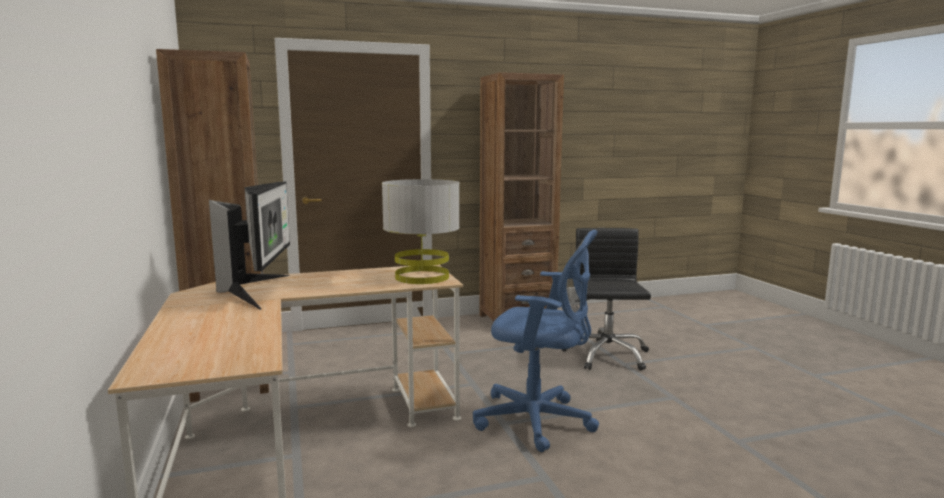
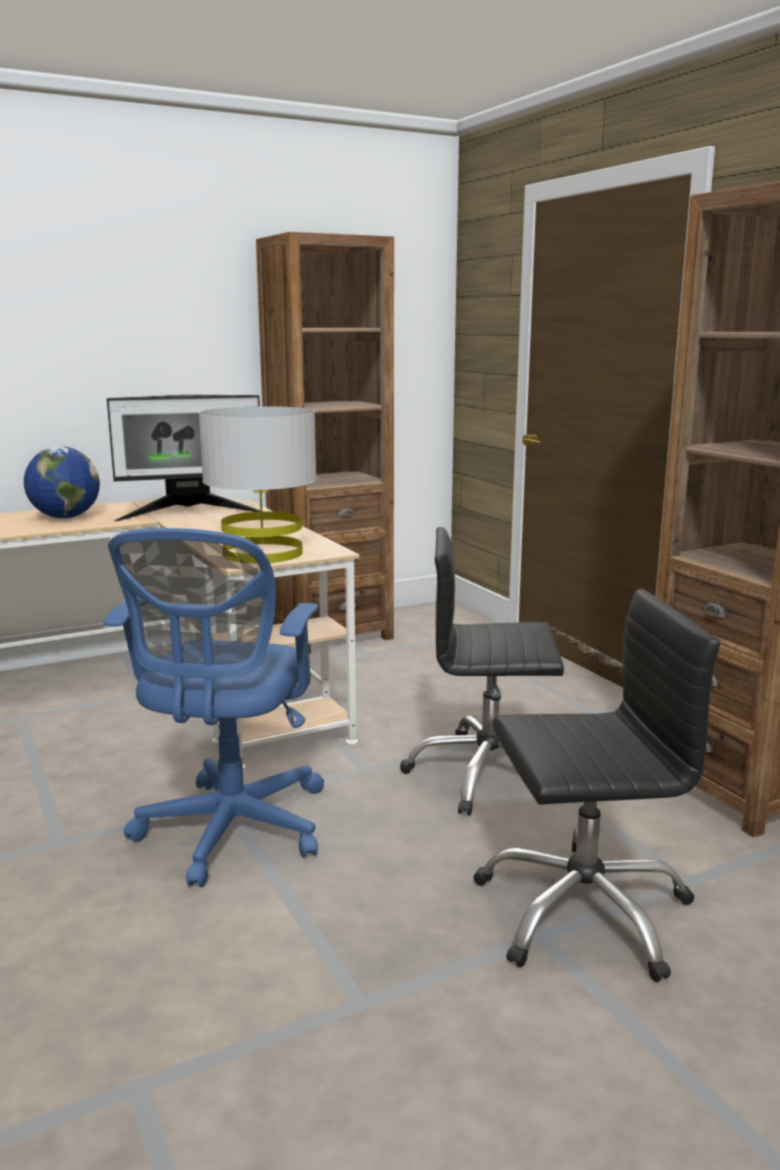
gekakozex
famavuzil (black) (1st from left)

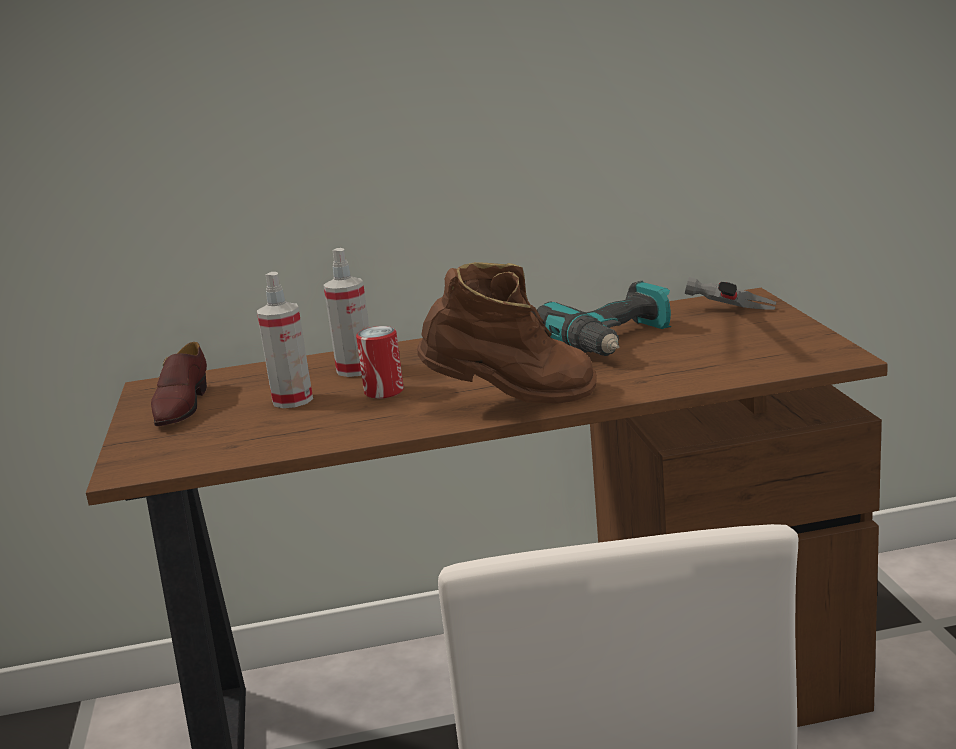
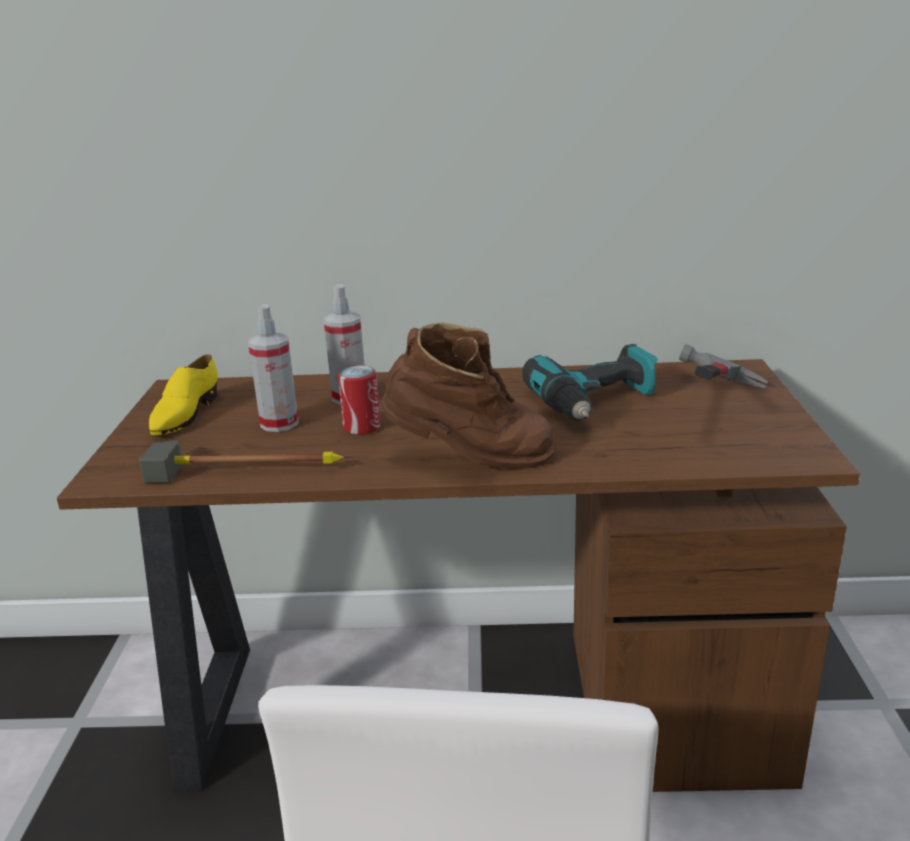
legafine (1st from left)
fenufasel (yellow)

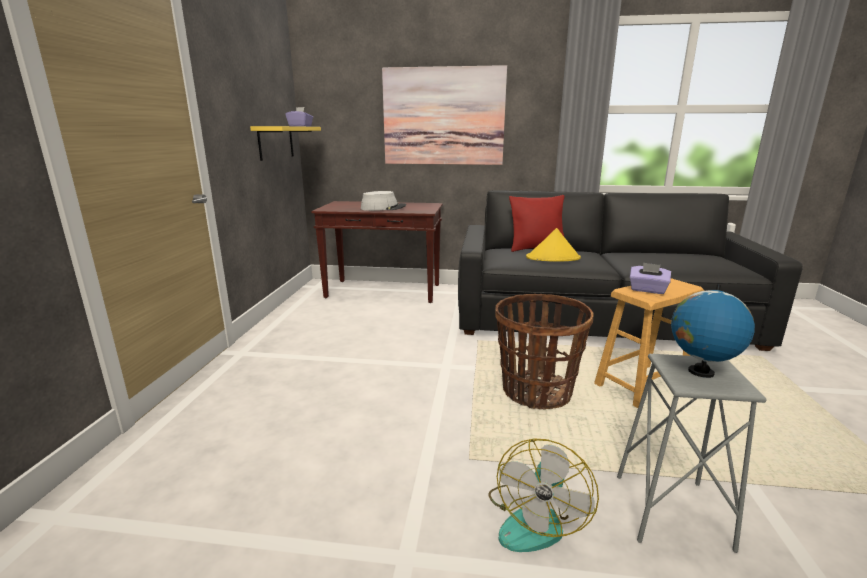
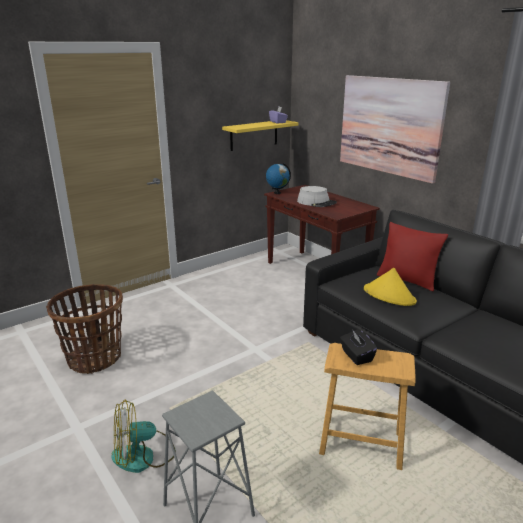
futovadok
gekakozex
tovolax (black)

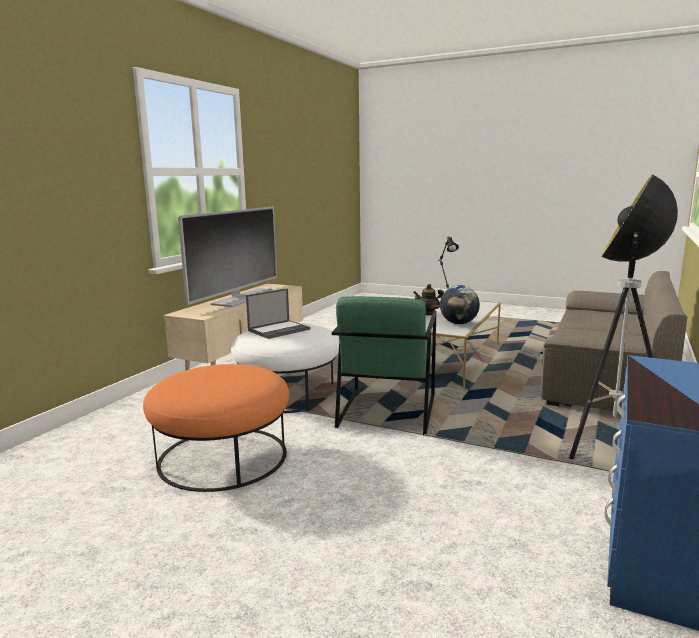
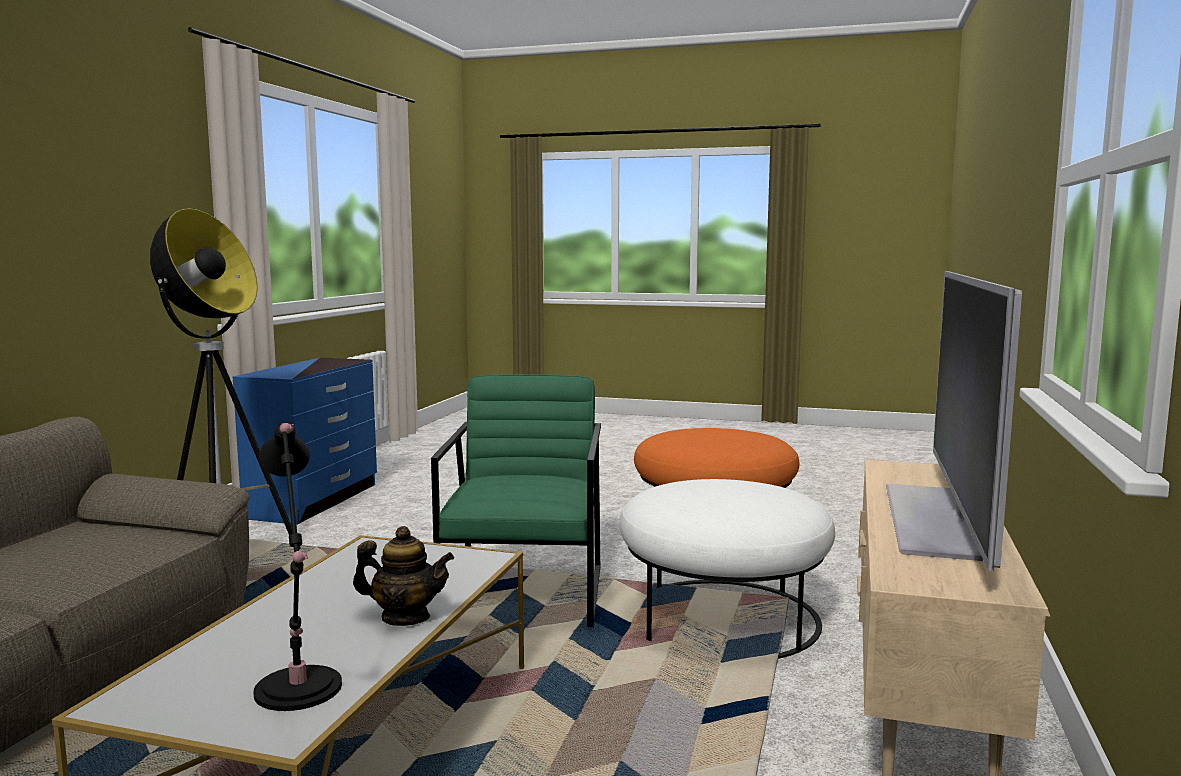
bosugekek
gekakozex

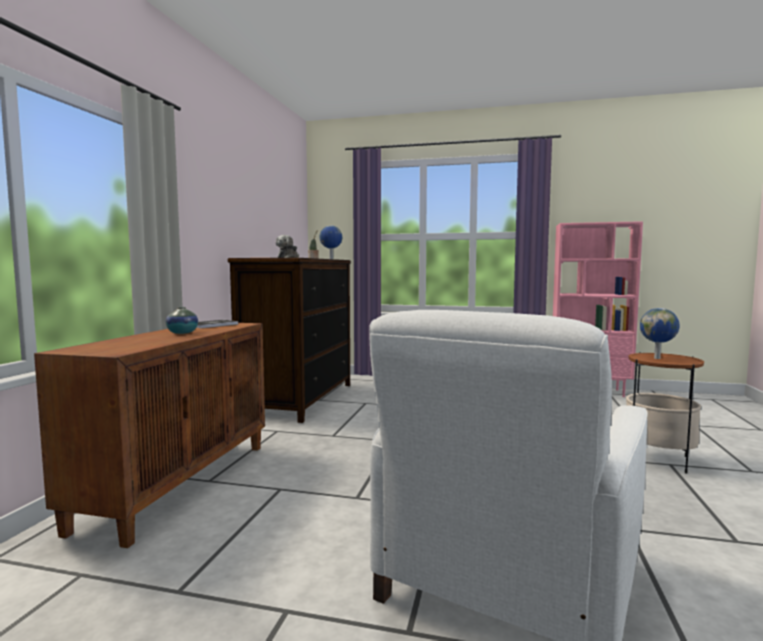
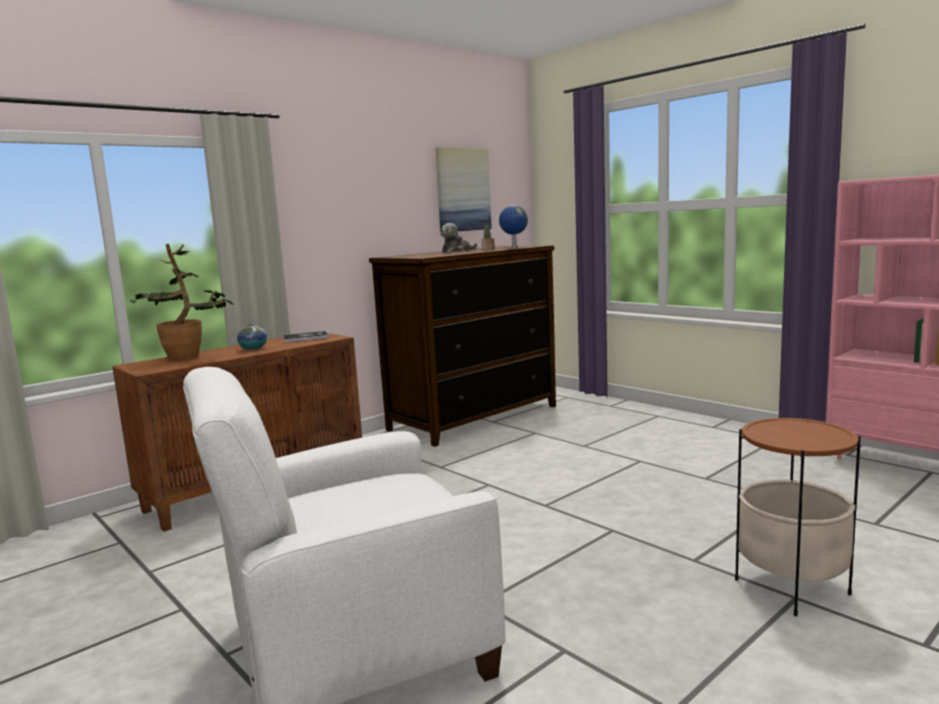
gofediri (1st from left)
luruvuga
gekakozex (2nd from left in the first image)

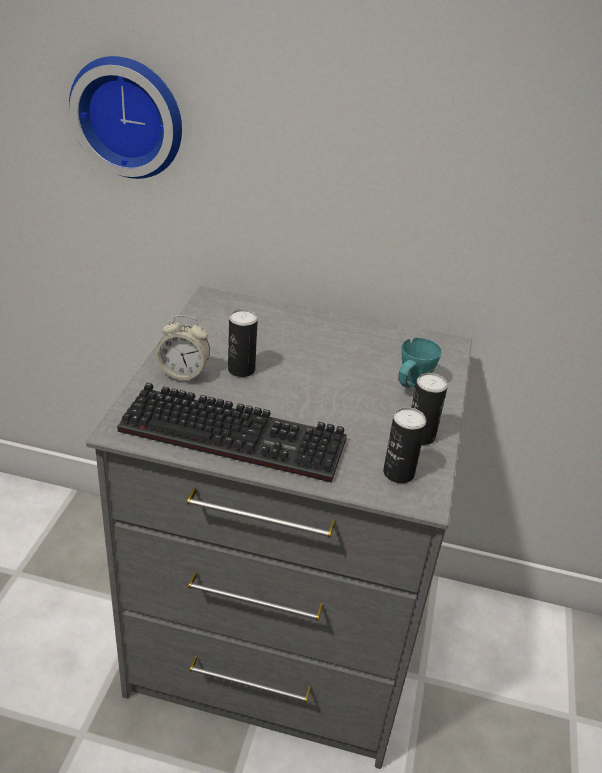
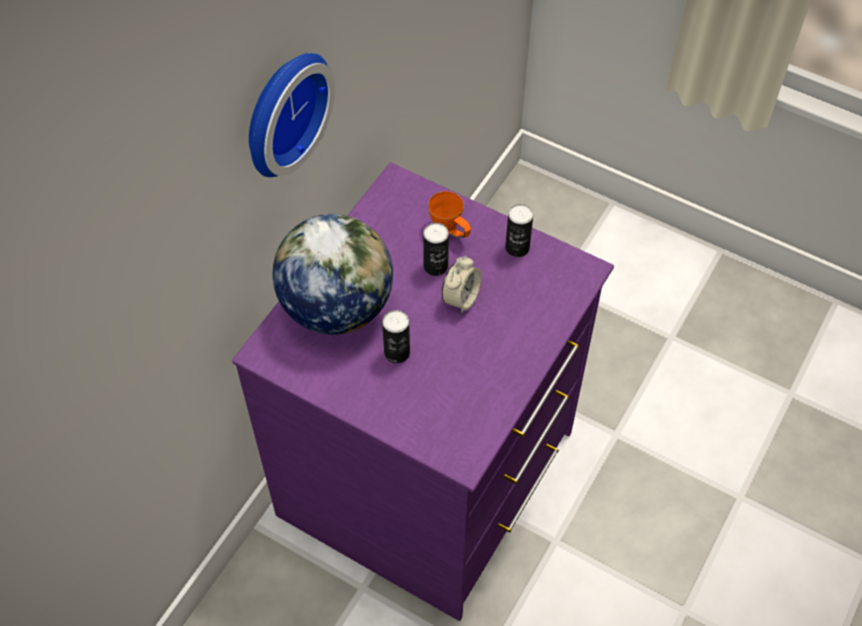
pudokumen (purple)
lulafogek
gekakozex
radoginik (2nd from left)
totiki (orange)
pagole
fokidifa

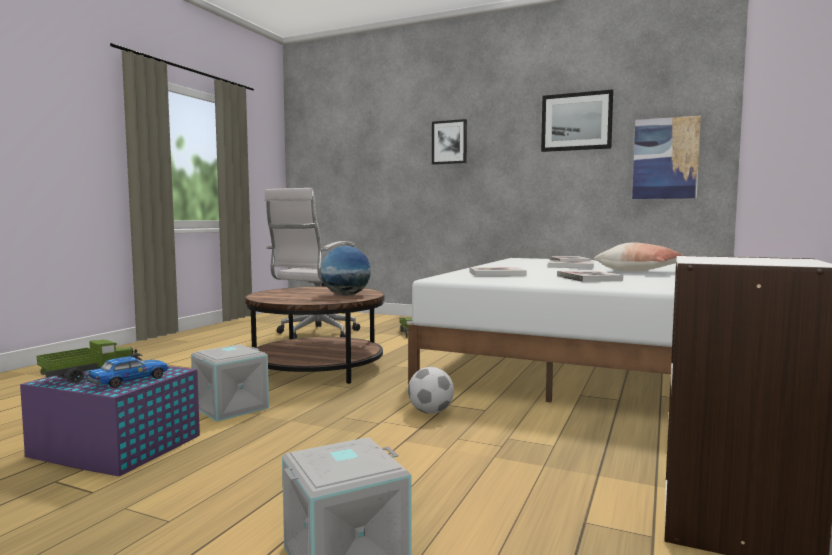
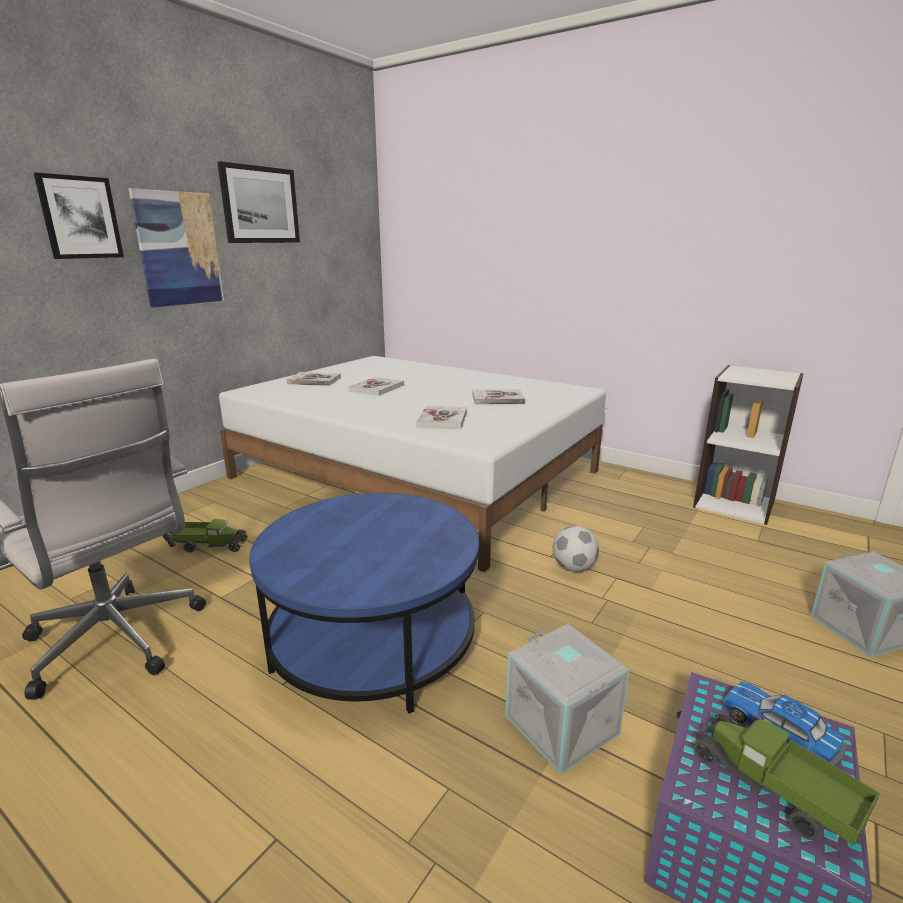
luruvuga (2nd from left)
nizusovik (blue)
gekakozex
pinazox

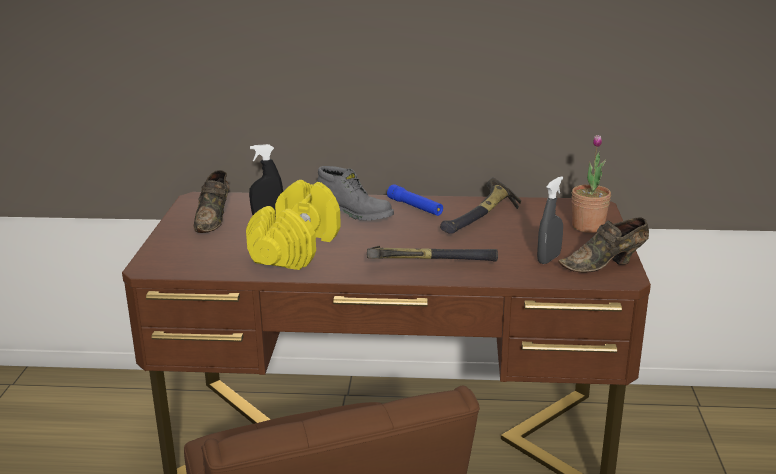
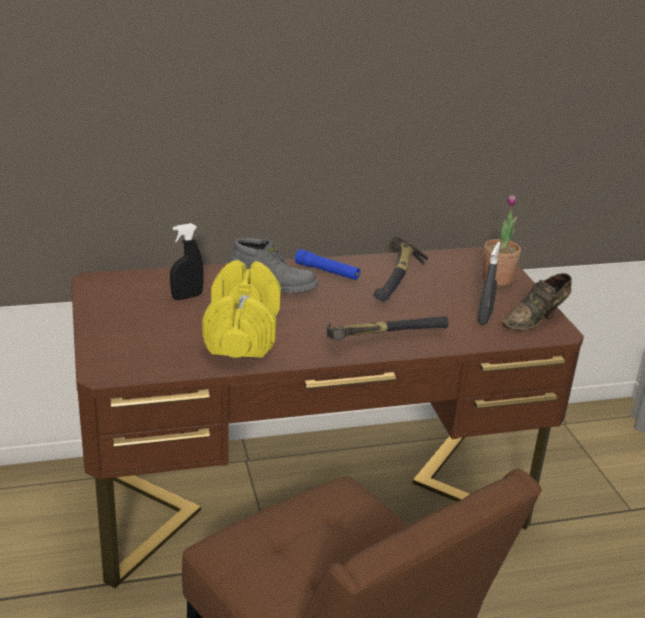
fenufasel (brown) (1st from left in the first image)

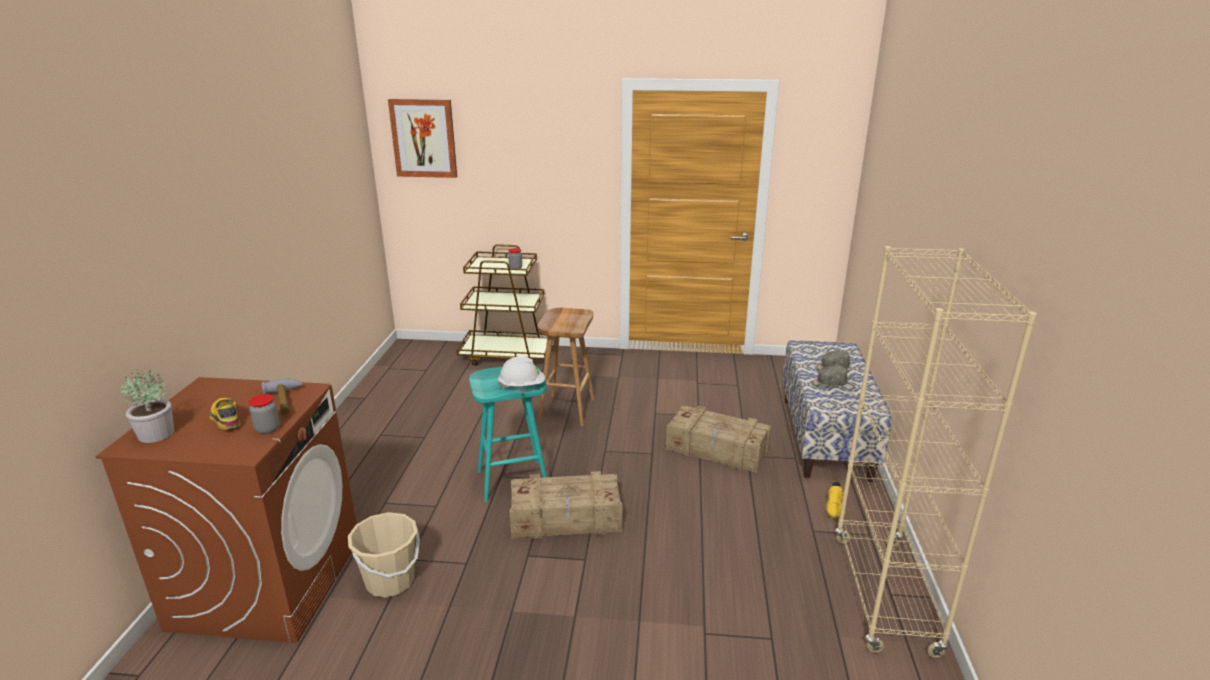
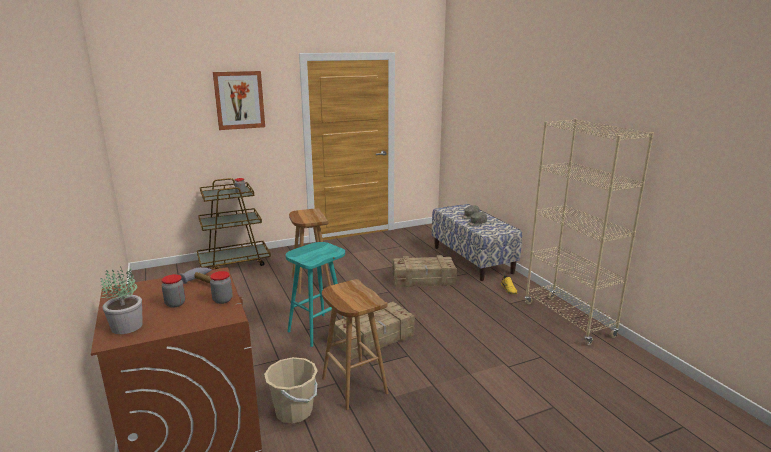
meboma (1st from left)
luruvuga
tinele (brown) (2nd from left)
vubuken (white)

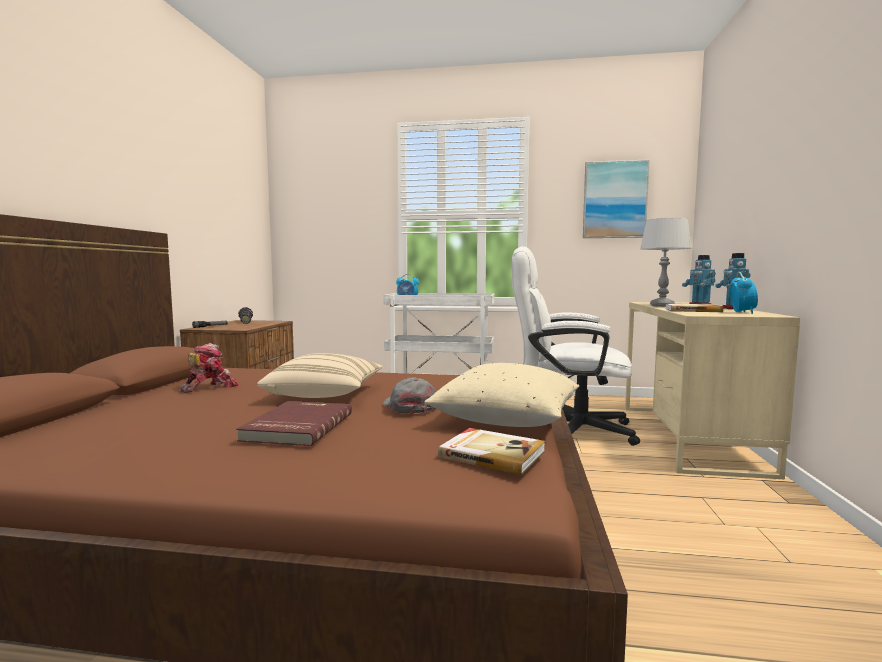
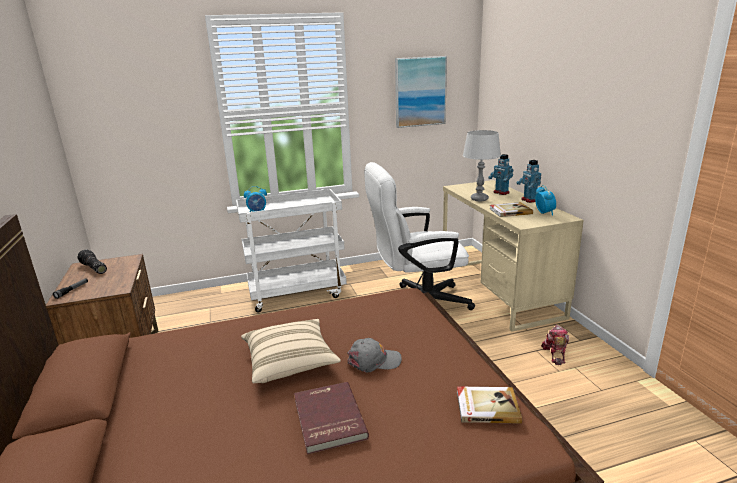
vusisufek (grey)
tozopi (3rd from left)
pinazox (beige) (2nd from left in the first image)

